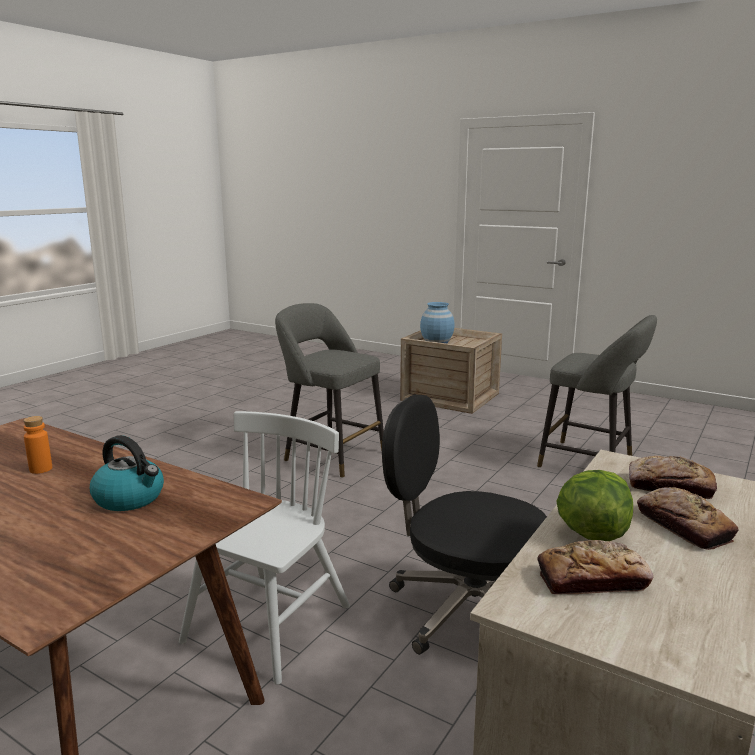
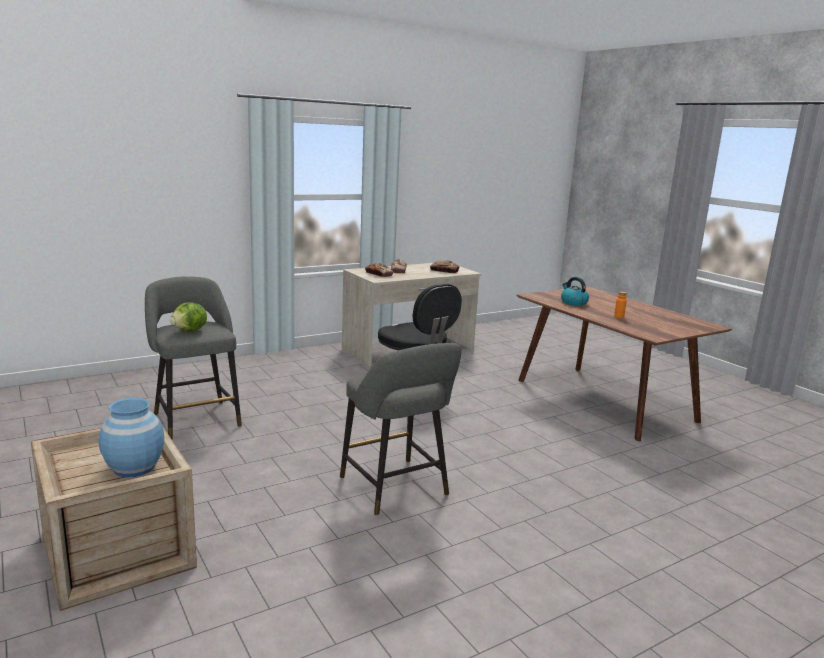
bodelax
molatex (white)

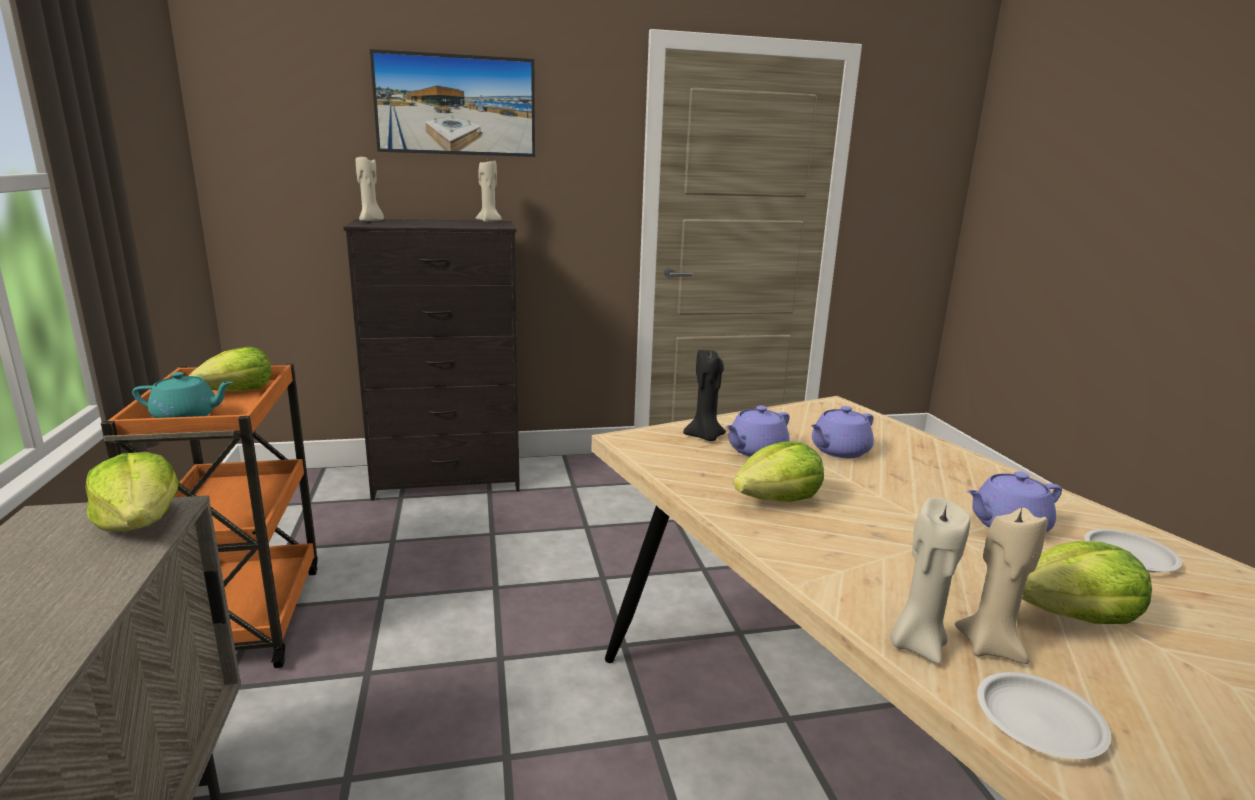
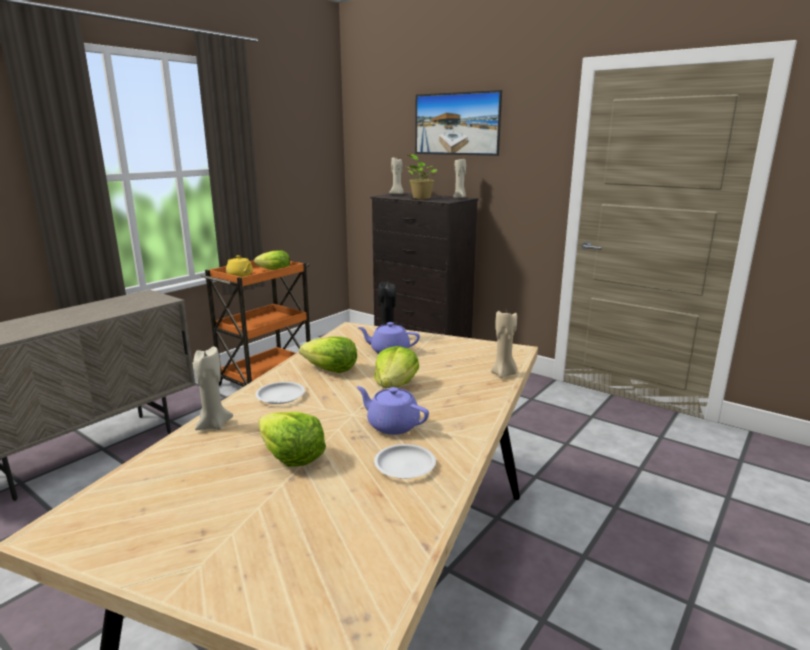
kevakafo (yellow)
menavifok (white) (1st from left)
bodelax (4th from left)
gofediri
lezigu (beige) (4th from left)
kevakafo (purple) (2nd from left in the first image)

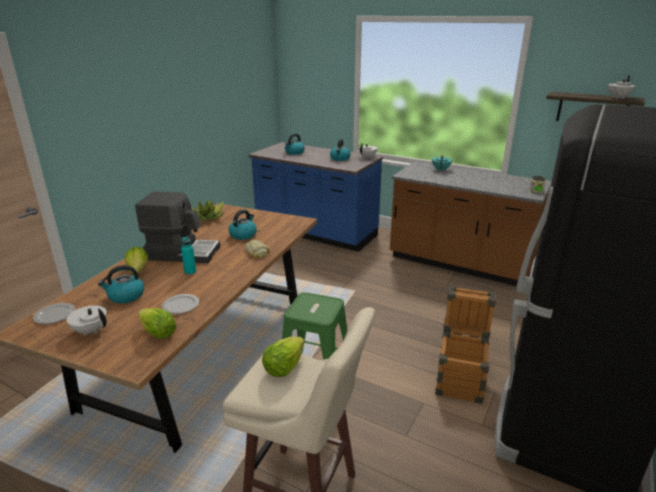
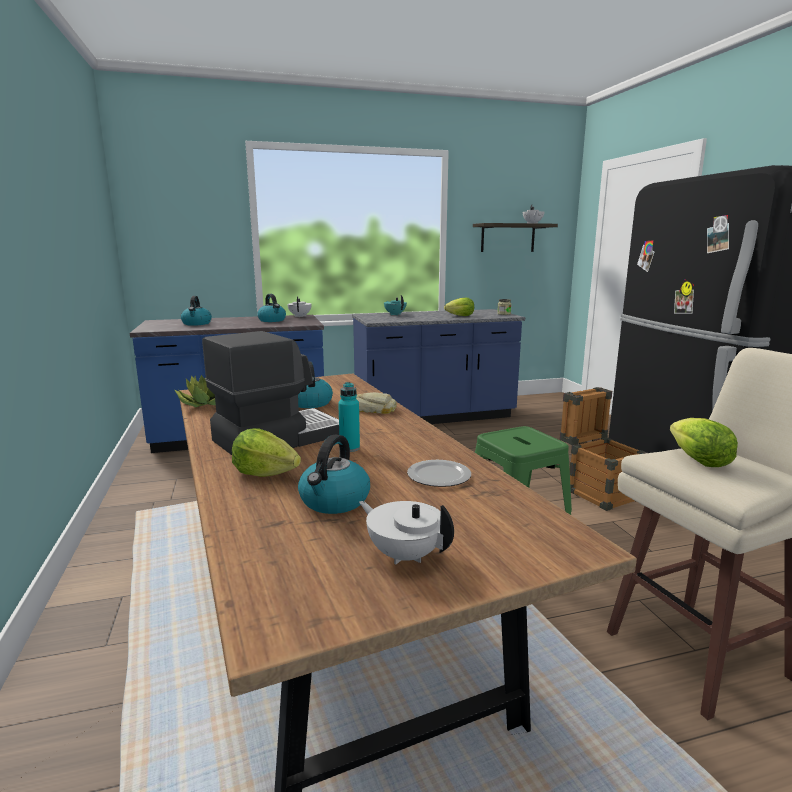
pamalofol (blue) (2nd from left)
kevakafo (white) (2nd from left)
bodelax (2nd from left)
menavifok (1st from left in the first image)

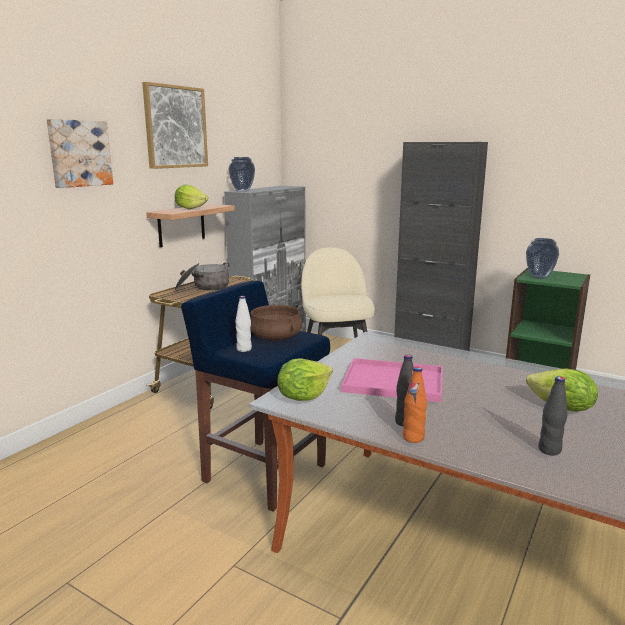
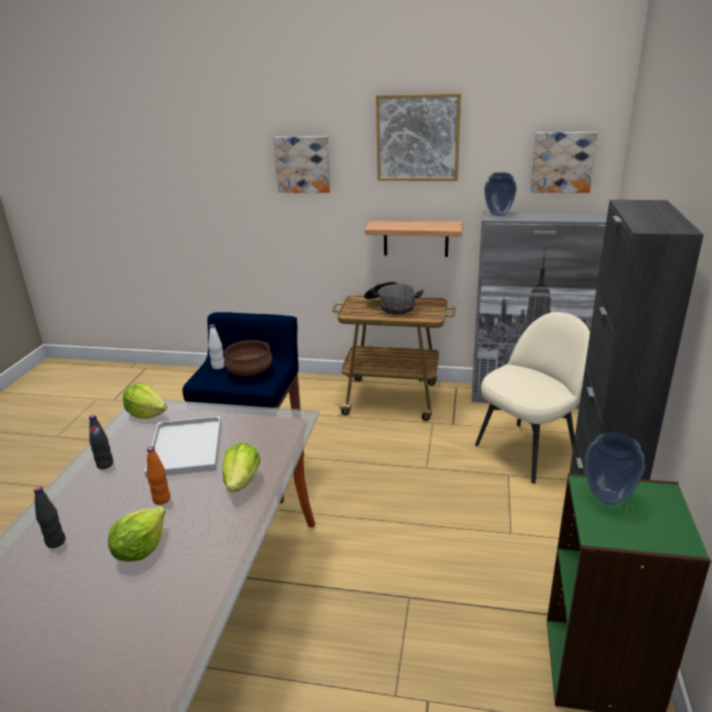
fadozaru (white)
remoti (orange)
bodelax (3rd from left)
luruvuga (3rd from left)

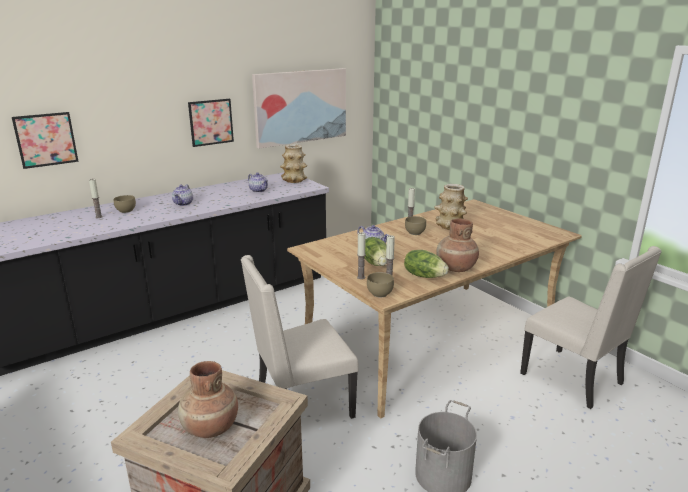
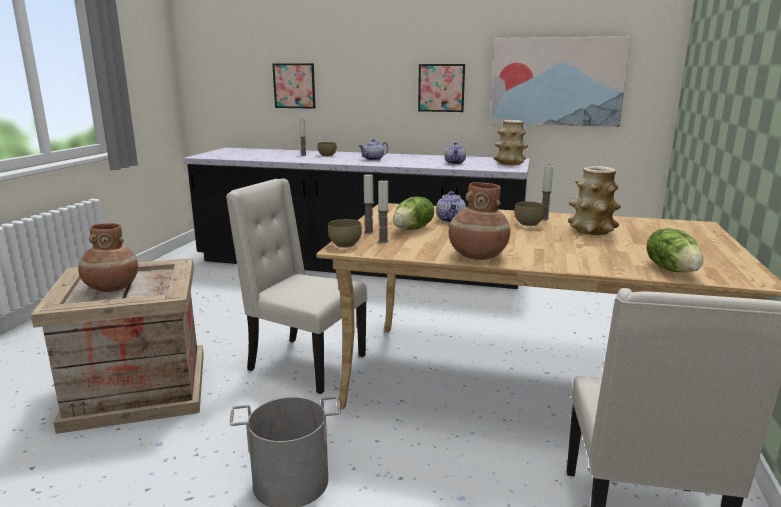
bodelax (2nd from left)

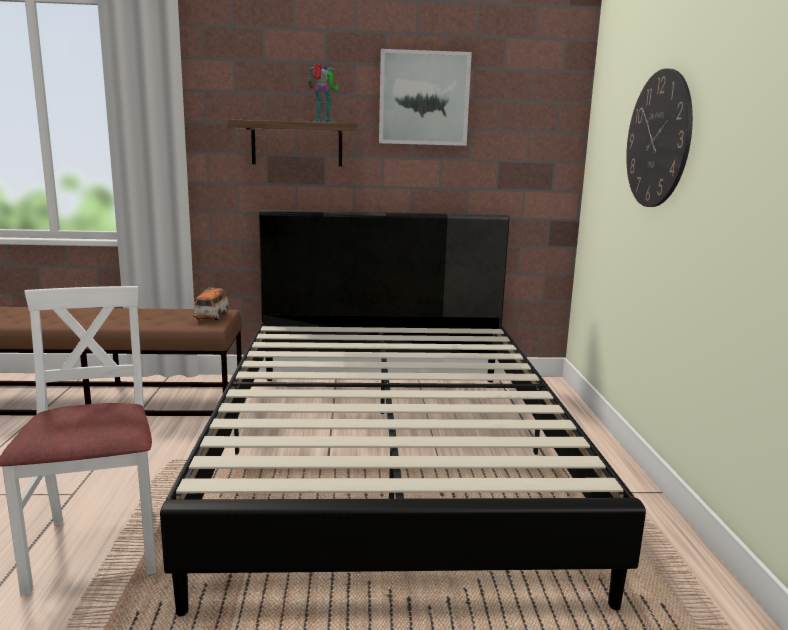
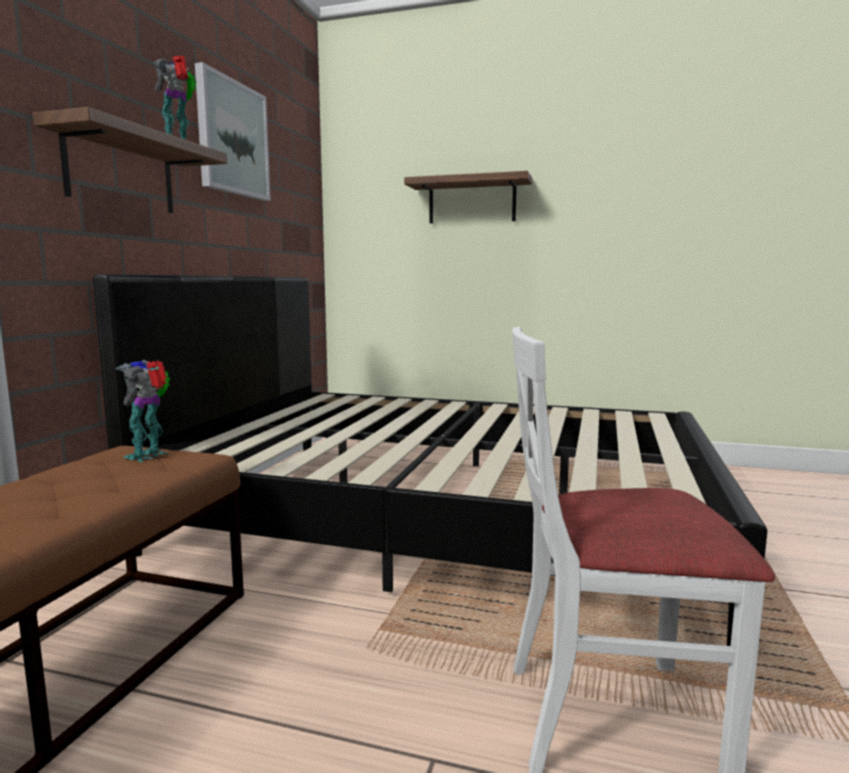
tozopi (1st from left)
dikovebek (2nd from left)

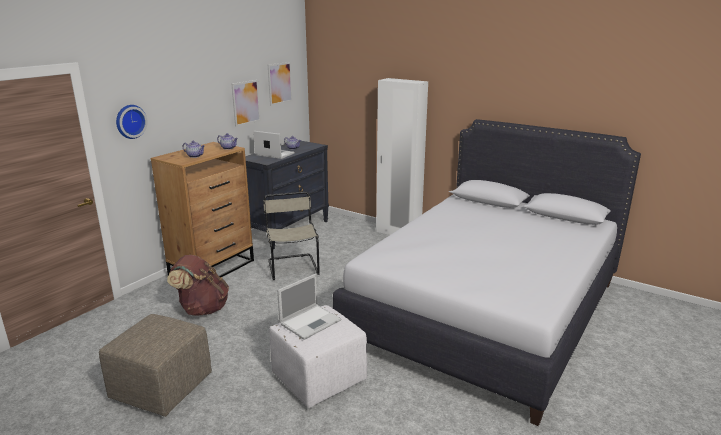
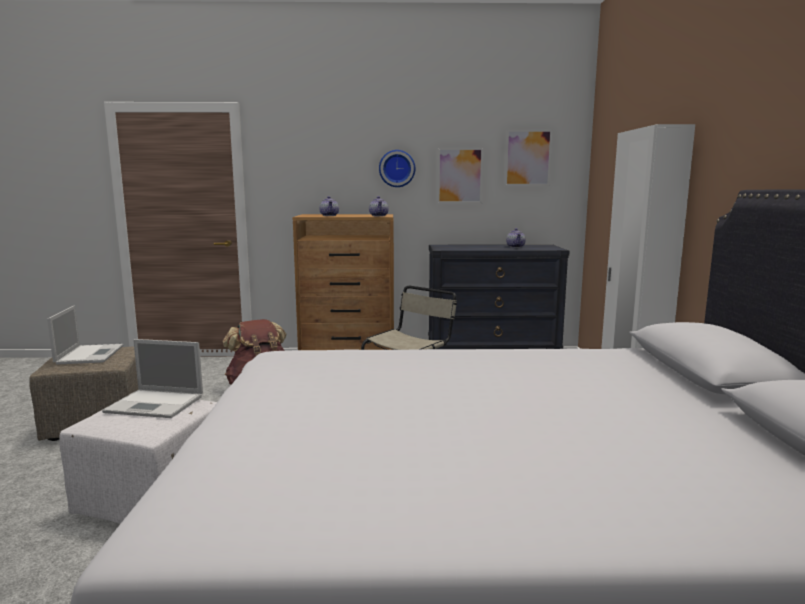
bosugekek (1st from left)
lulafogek

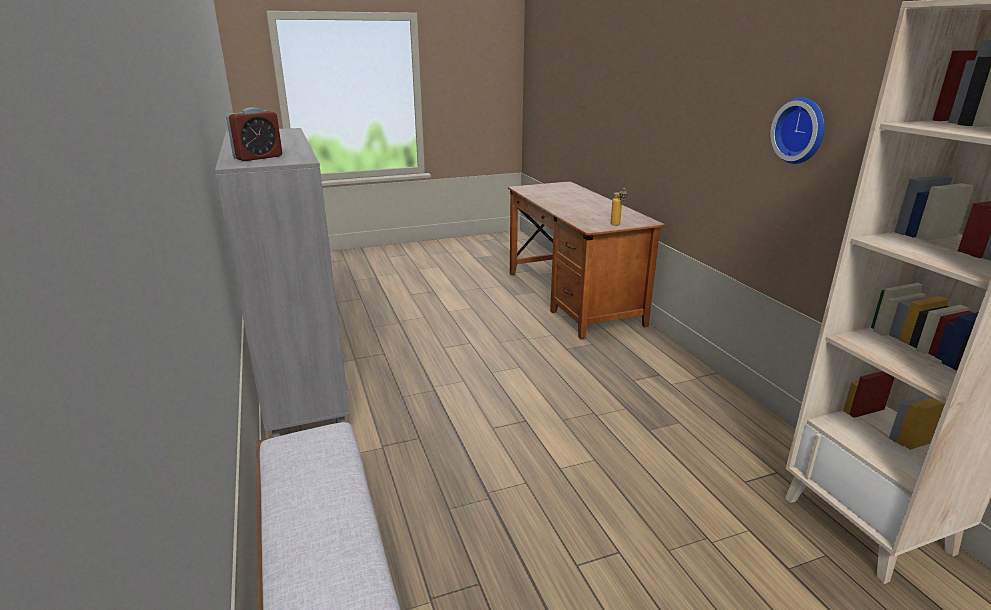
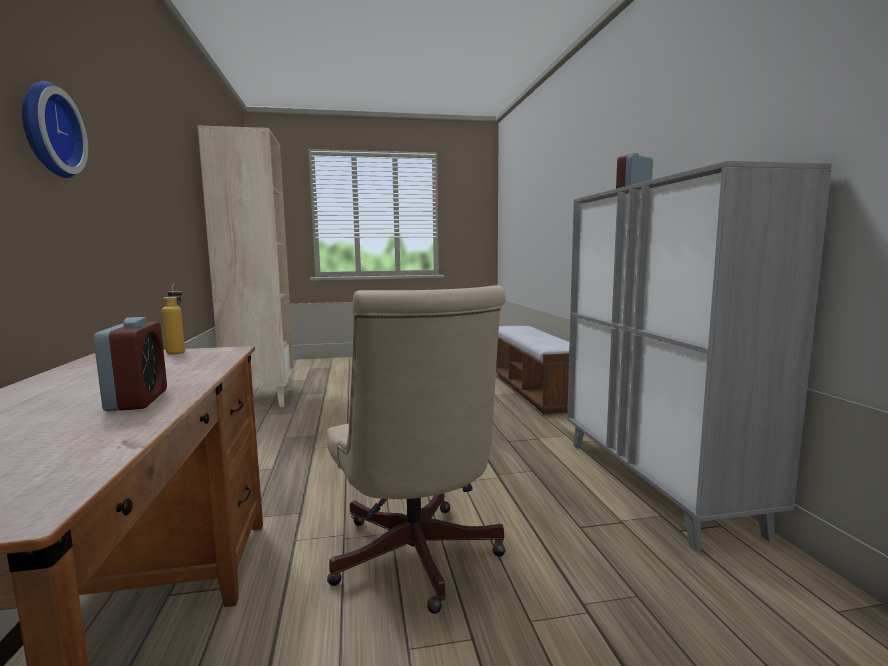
lulafogek
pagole (1st from left)
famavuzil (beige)

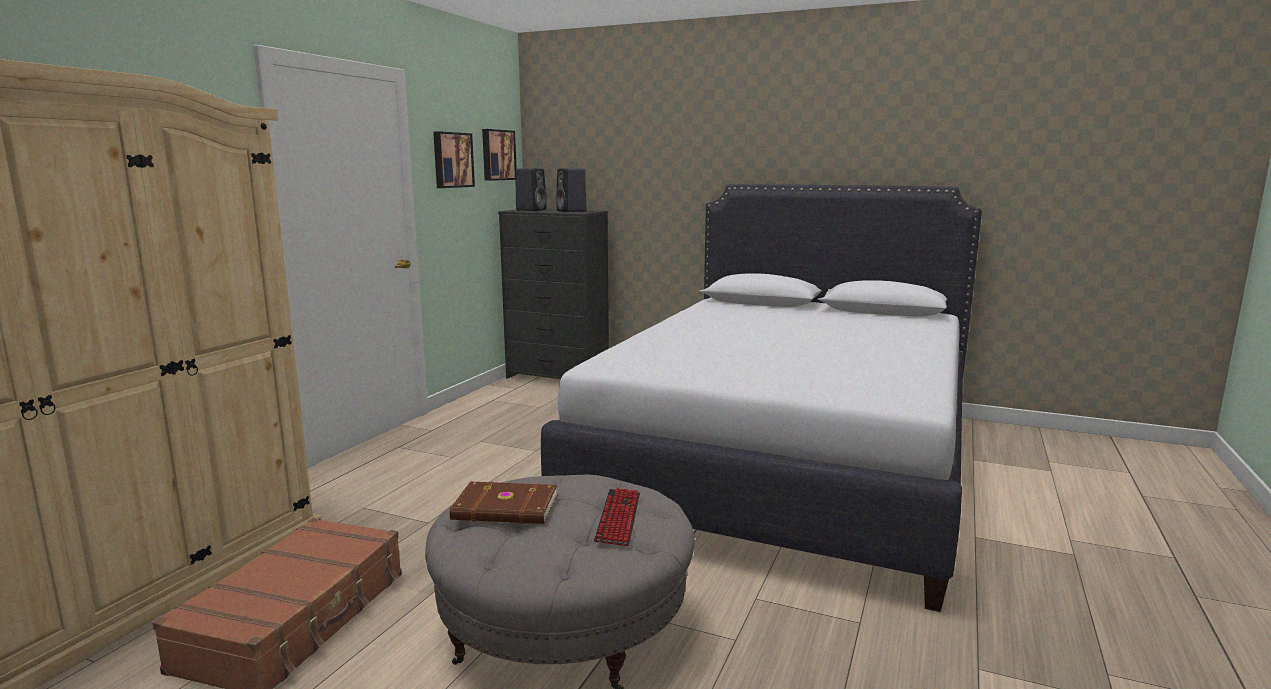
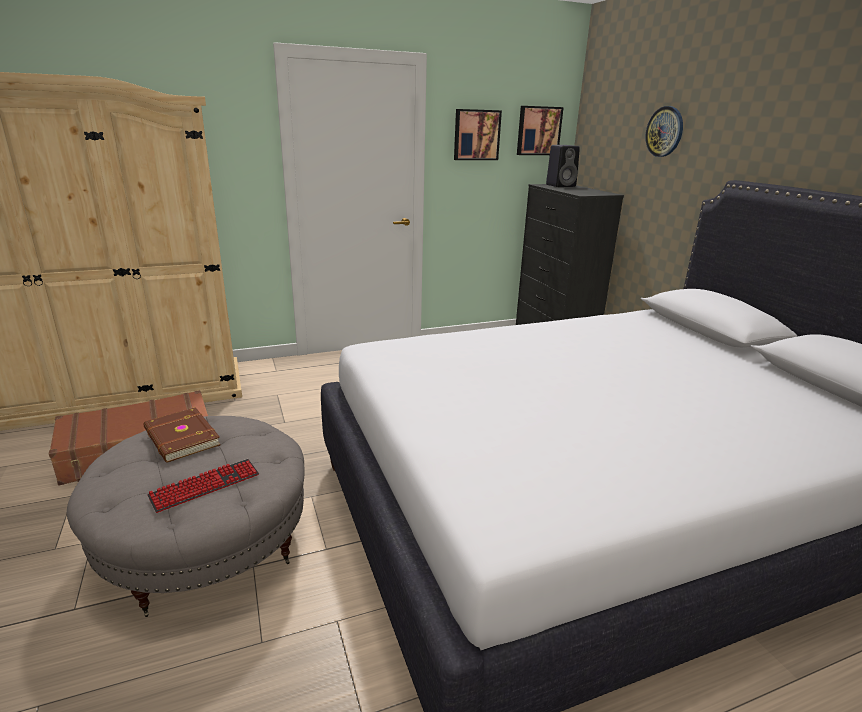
lulafogek
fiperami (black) (2nd from left in the first image)

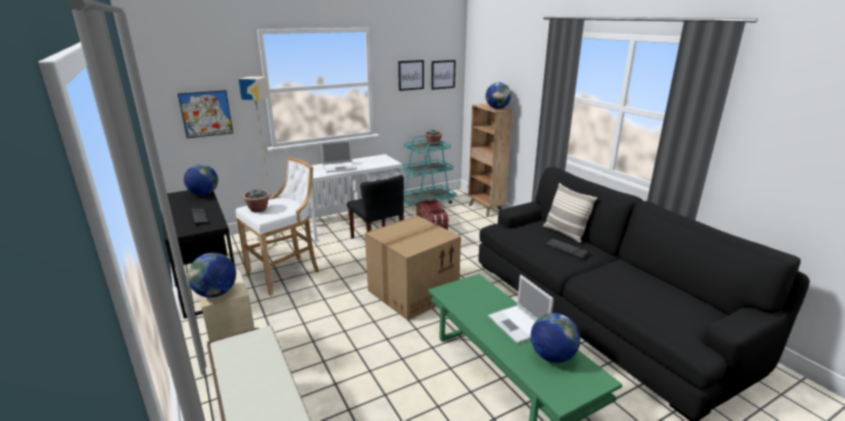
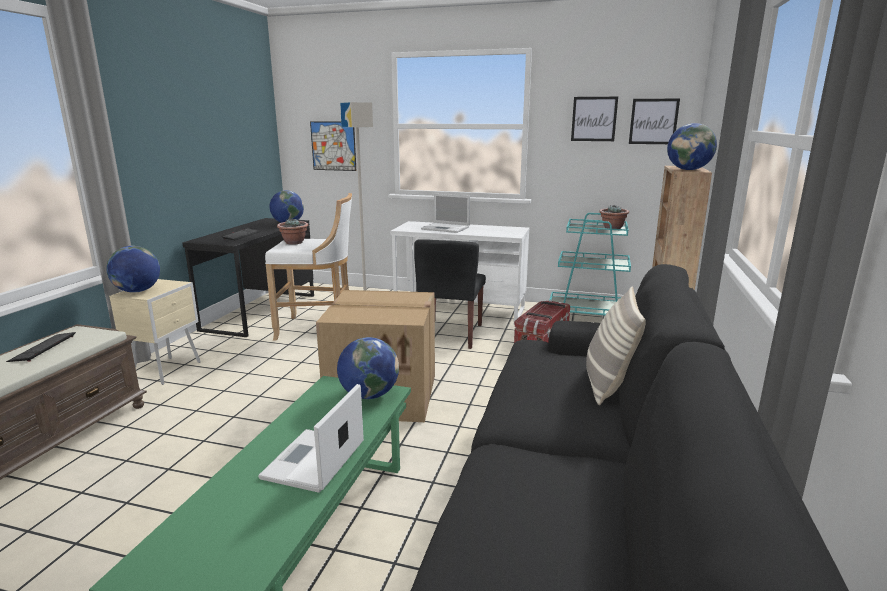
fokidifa (1st from left)
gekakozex (3rd from left)

